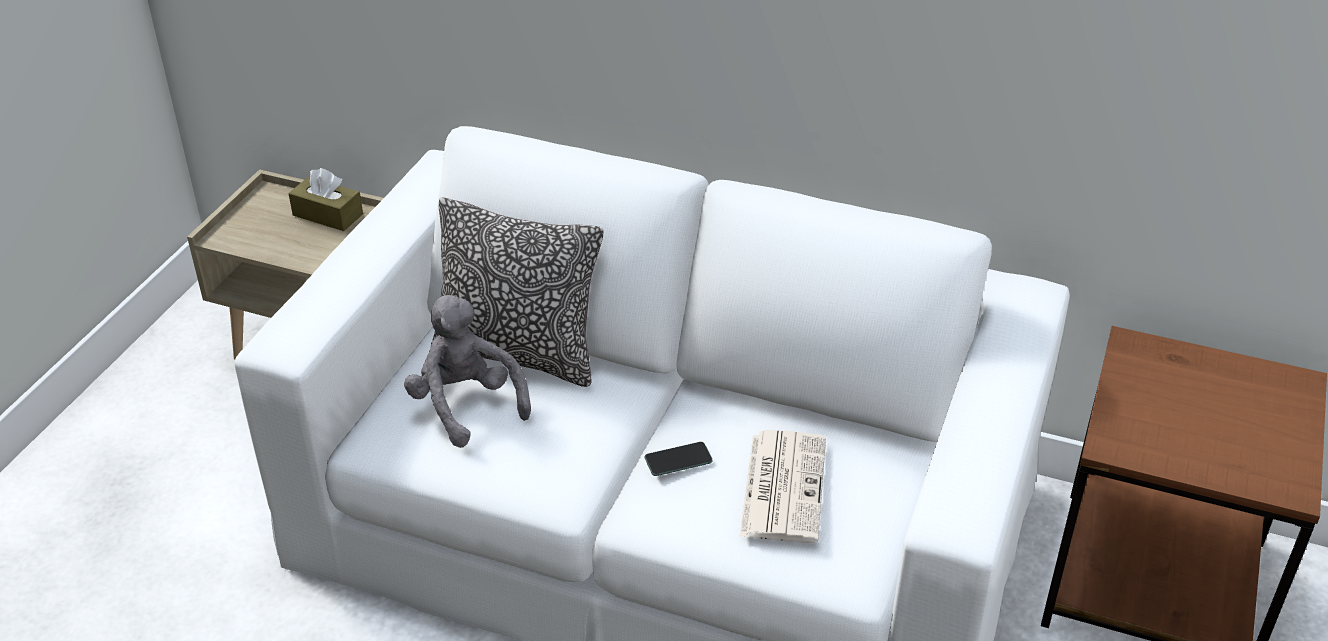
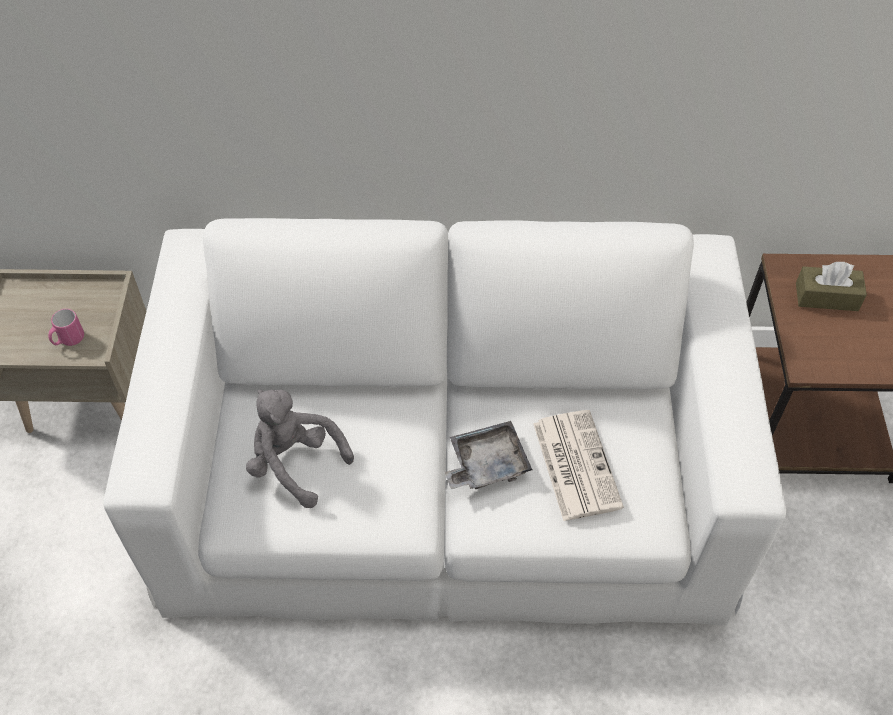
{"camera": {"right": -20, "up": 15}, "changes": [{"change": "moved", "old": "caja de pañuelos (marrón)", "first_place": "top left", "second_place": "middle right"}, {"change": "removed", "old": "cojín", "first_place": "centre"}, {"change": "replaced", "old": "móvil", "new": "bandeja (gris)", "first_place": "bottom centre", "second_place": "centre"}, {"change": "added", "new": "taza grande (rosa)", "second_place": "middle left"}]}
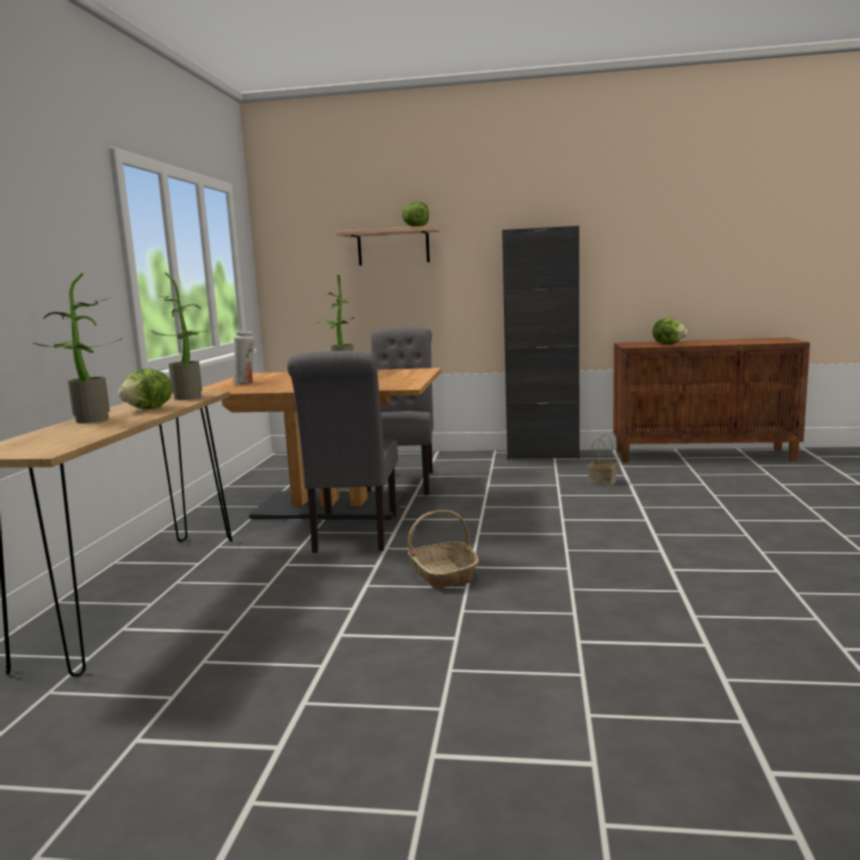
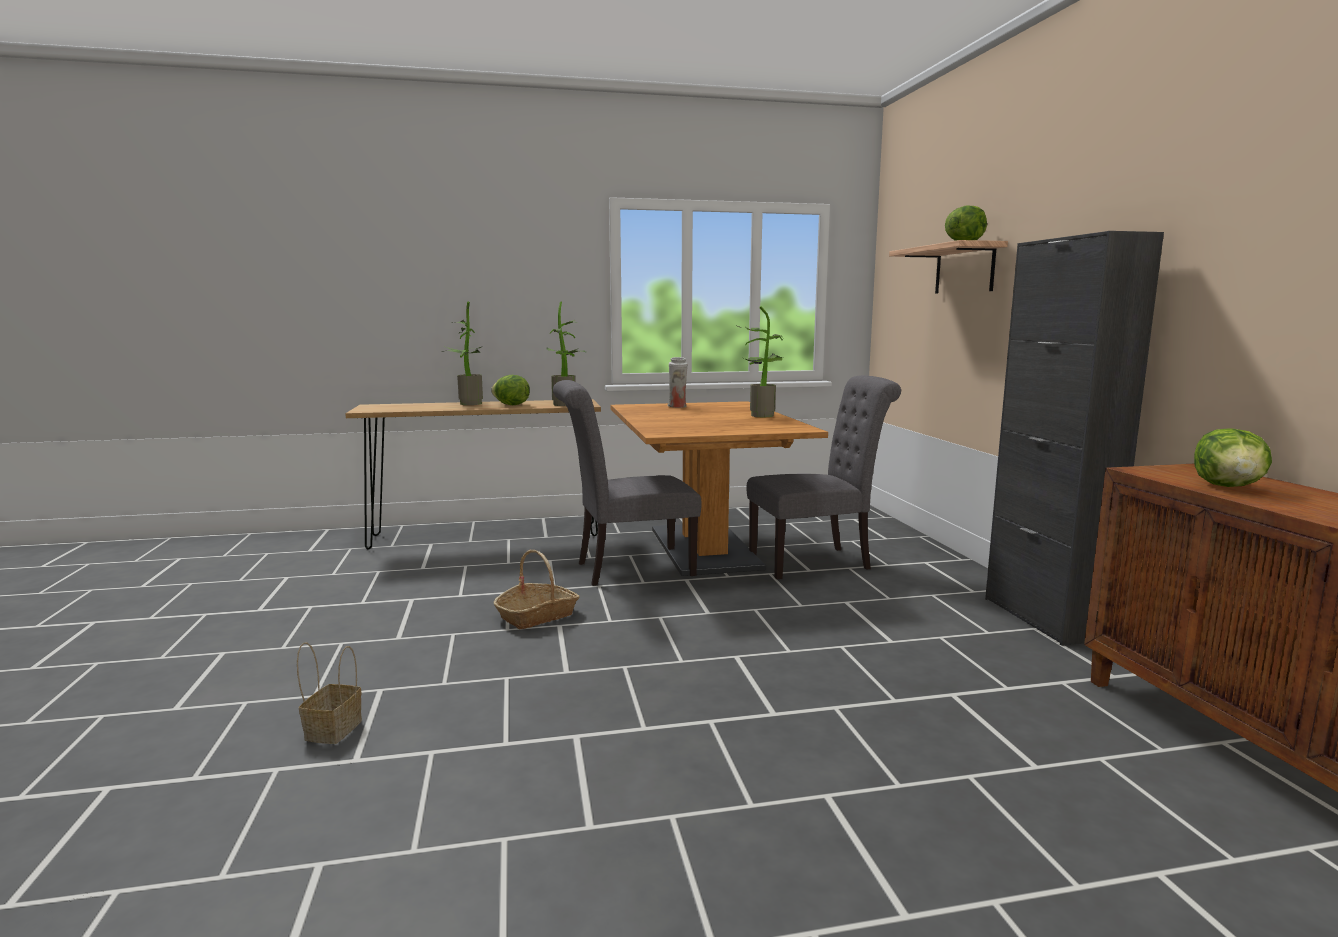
{"camera": {"right": 70, "up": 0}, "changes": [{"change": "moved", "old": "cesta (2nd from left in the first image)", "new": "cesta (1st from left)", "first_place": "middle right", "second_place": "bottom left"}]}
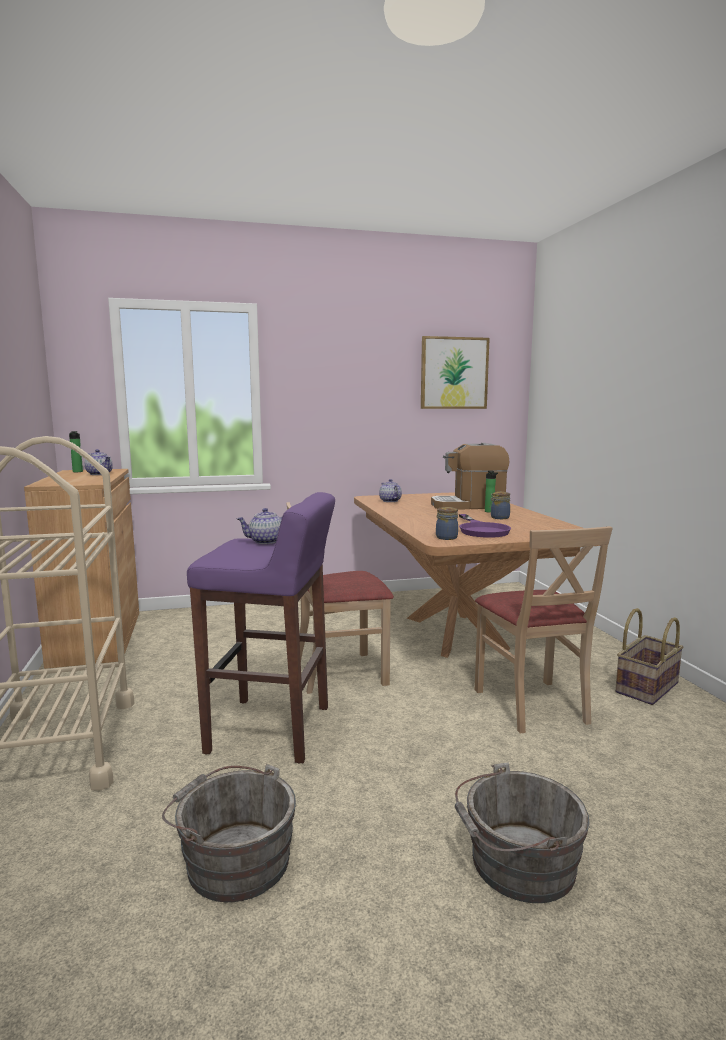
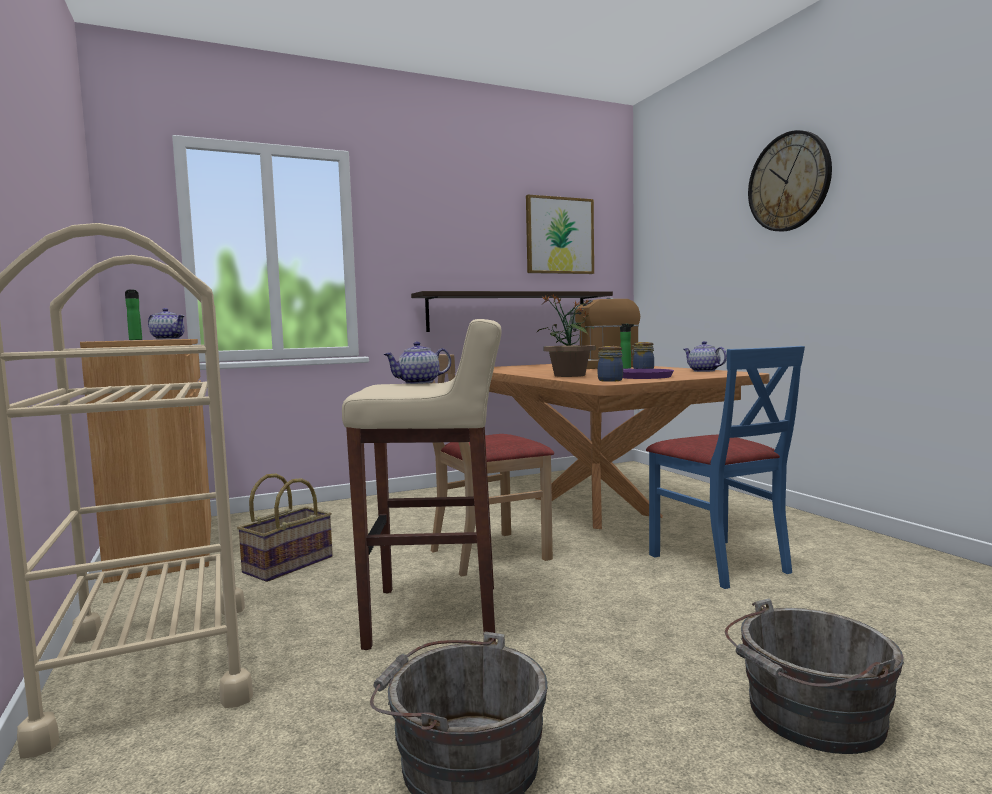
{"camera": {"right": -10, "up": -5}, "changes": [{"change": "recoloured", "old": "taburete (morado)", "new": "taburete (beis)", "first_place": "centre", "second_place": "centre"}, {"change": "moved", "old": "tetera (3rd from left)", "first_place": "centre", "second_place": "middle right"}, {"change": "recoloured", "old": "silla (beis) (2nd from left)", "new": "silla (azul)", "first_place": "middle right", "second_place": "middle right"}, {"change": "moved", "old": "cesta", "first_place": "middle right", "second_place": "middle left"}, {"change": "added", "new": "estante", "second_place": "centre"}, {"change": "added", "new": "planta en maceta", "second_place": "centre"}, {"change": "added", "new": "reloj de pared", "second_place": "top right"}]}
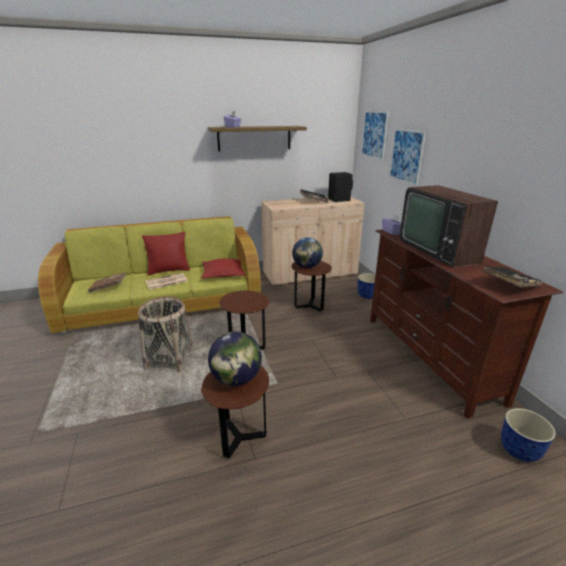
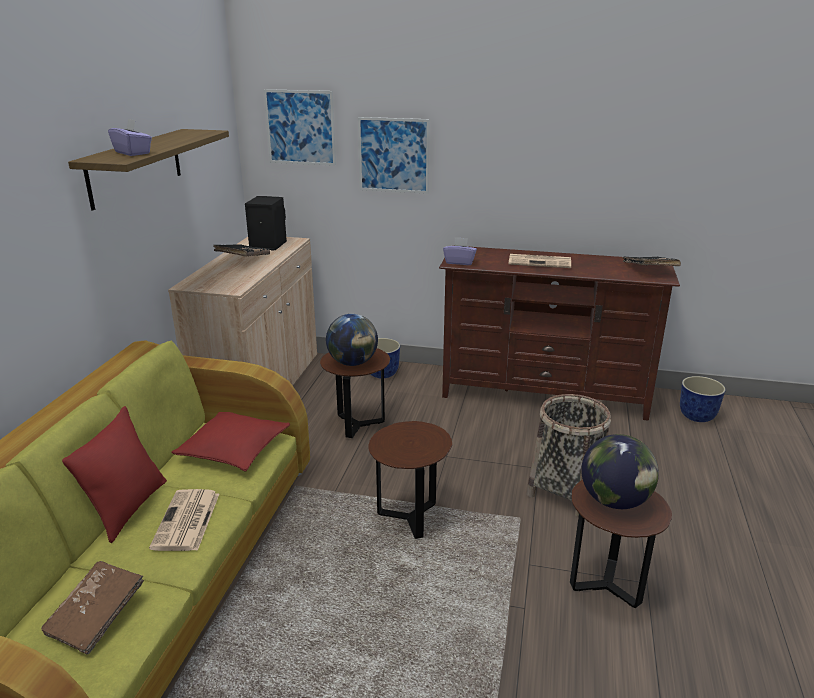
{"camera": {"right": -60, "up": 0}, "changes": [{"change": "moved", "old": "cesta", "first_place": "middle left", "second_place": "middle right"}, {"change": "replaced", "old": "televisor", "new": "periódico (2nd from left)", "first_place": "middle right", "second_place": "centre"}]}
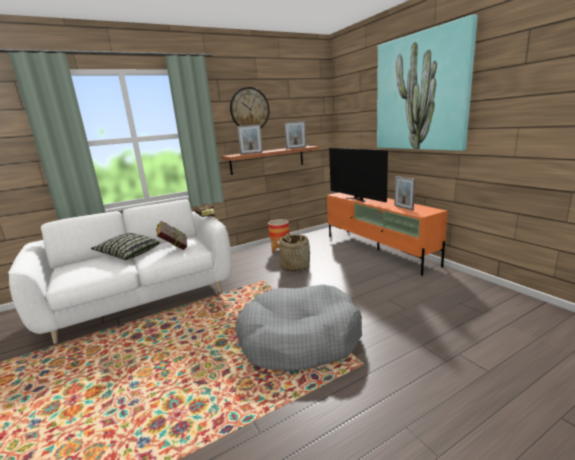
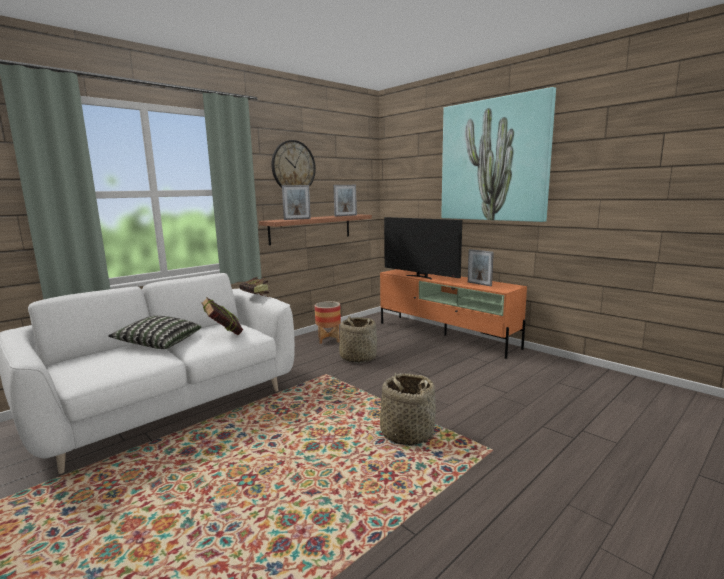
{"camera": {"right": -15, "up": -5}, "changes": [{"change": "replaced", "old": "cama para perro (gris)", "new": "cesta (2nd from left)", "first_place": "bottom centre", "second_place": "bottom centre"}]}
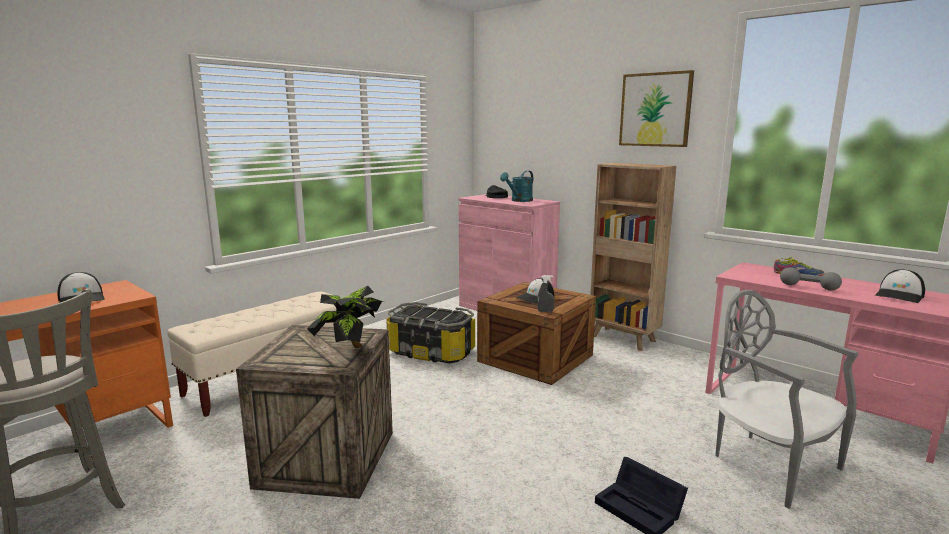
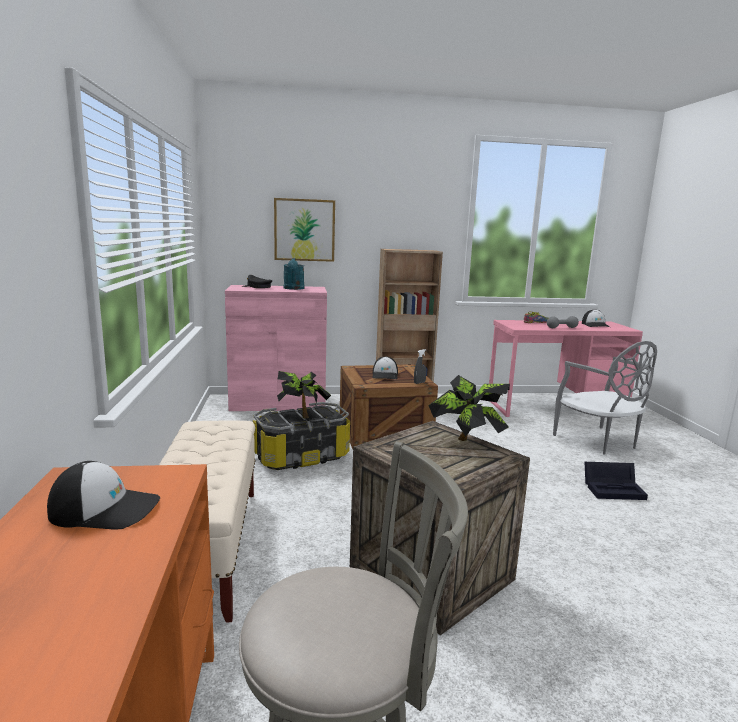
{"camera": {"right": -50, "up": 0}, "changes": [{"change": "moved", "old": "cuadro", "first_place": "top right", "second_place": "top centre"}, {"change": "turned", "old": "silla (gris)", "first_place": "bottom right", "second_place": "middle right", "degrees": -120}, {"change": "added", "new": "planta en maceta (1st from left)", "second_place": "centre"}]}
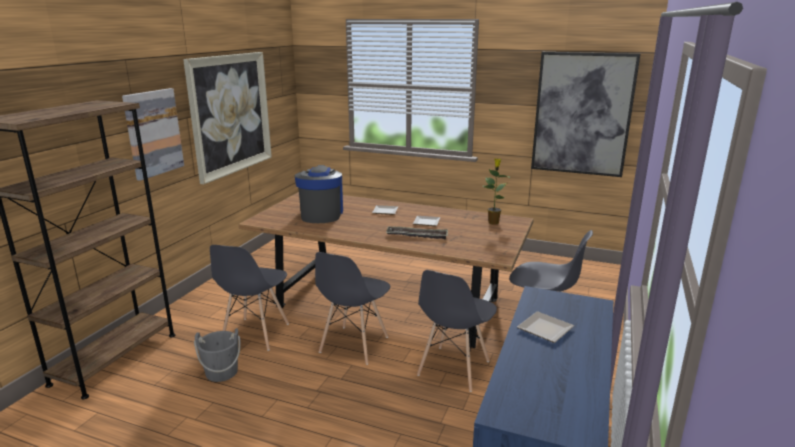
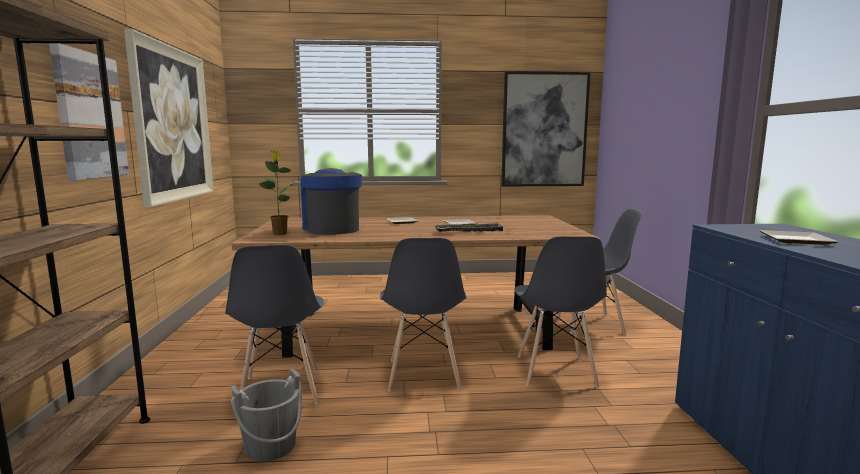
{"camera": {"right": -25, "up": -10}, "changes": [{"change": "moved", "old": "planta en maceta", "first_place": "centre", "second_place": "middle left"}]}
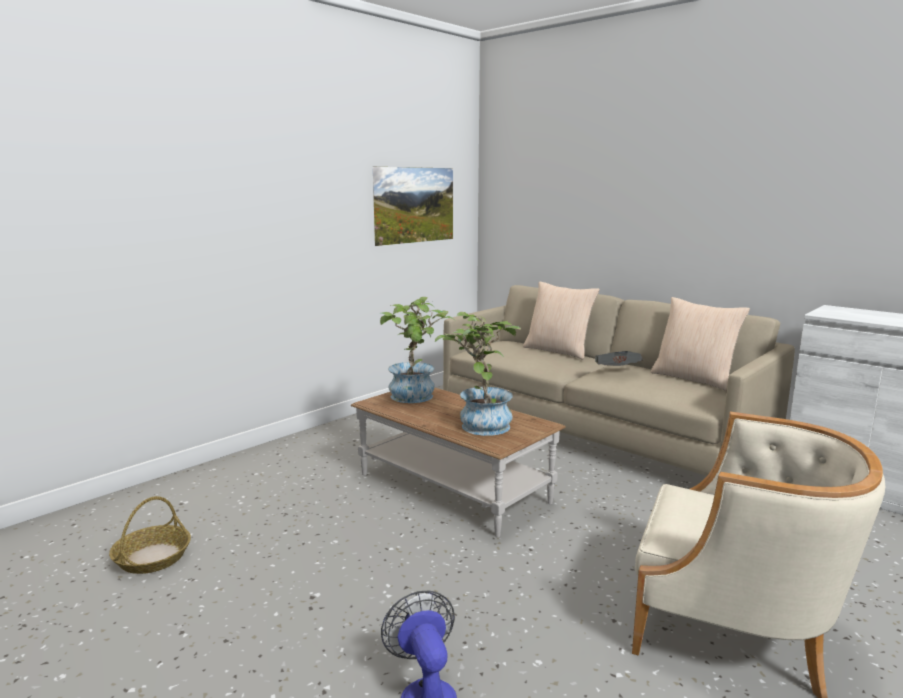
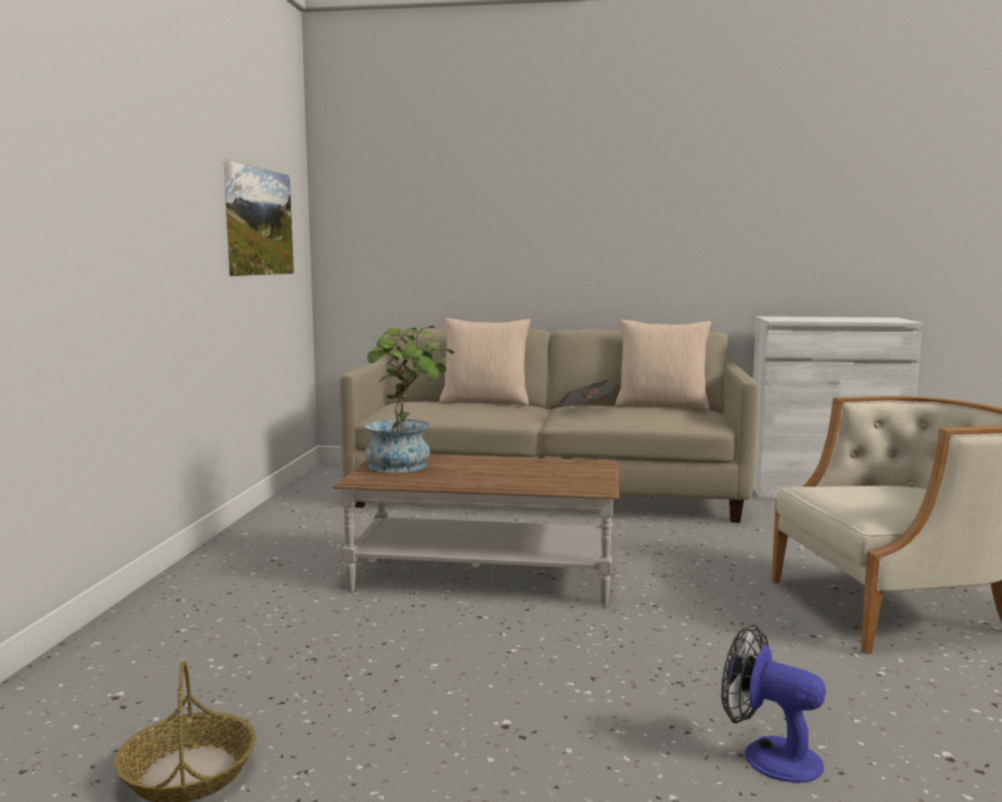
{"camera": {"right": -35, "up": -5}, "changes": [{"change": "removed", "old": "planta en maceta (2nd from left)", "first_place": "centre"}]}
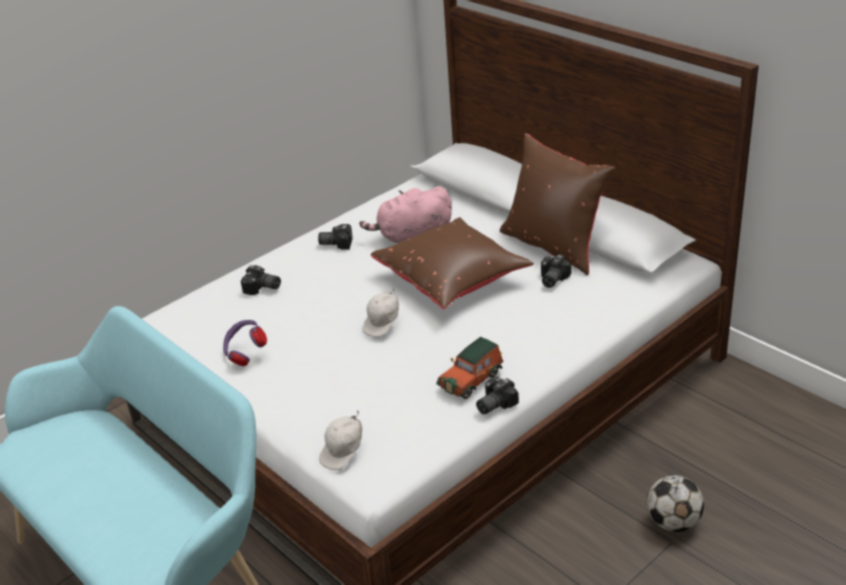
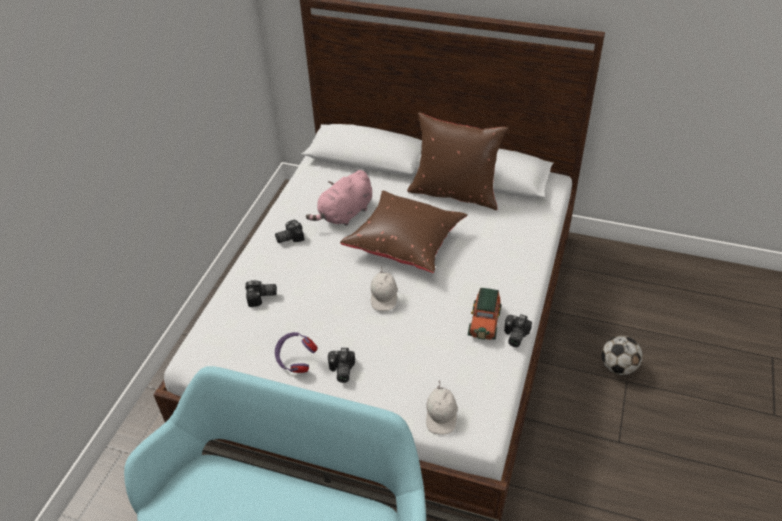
{"camera": {"right": -30, "up": 10}, "changes": [{"change": "moved", "old": "cámara (4th from left in the first image)", "new": "cámara (3rd from left)", "first_place": "centre", "second_place": "bottom centre"}]}
